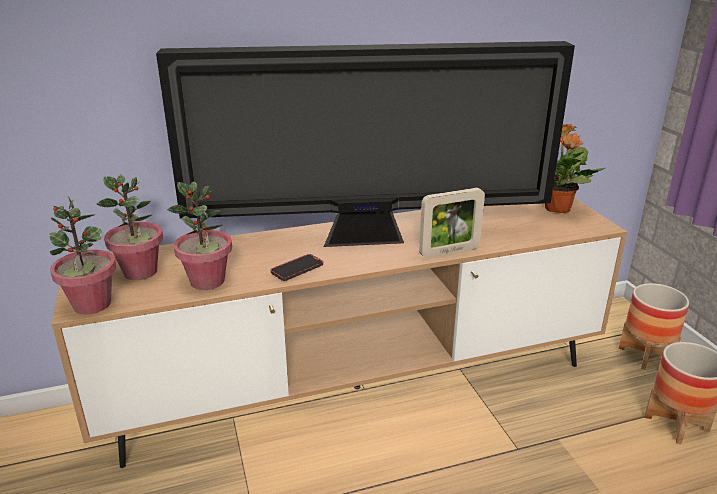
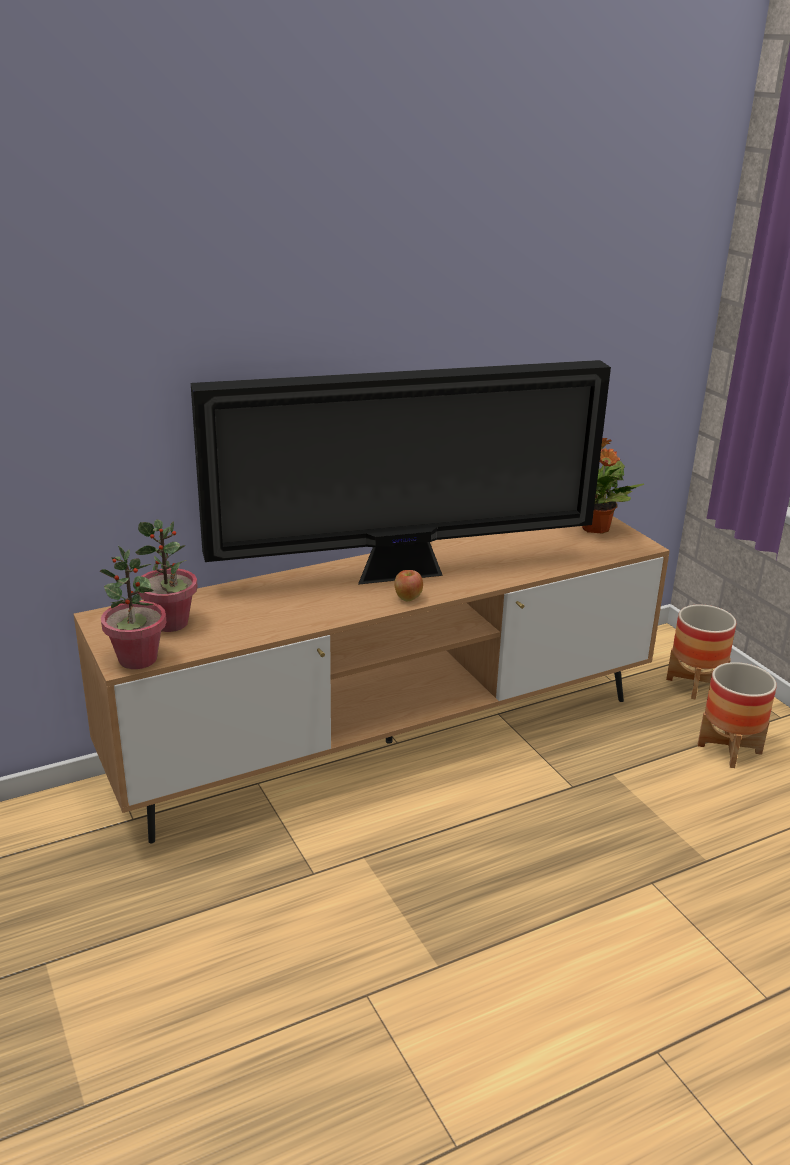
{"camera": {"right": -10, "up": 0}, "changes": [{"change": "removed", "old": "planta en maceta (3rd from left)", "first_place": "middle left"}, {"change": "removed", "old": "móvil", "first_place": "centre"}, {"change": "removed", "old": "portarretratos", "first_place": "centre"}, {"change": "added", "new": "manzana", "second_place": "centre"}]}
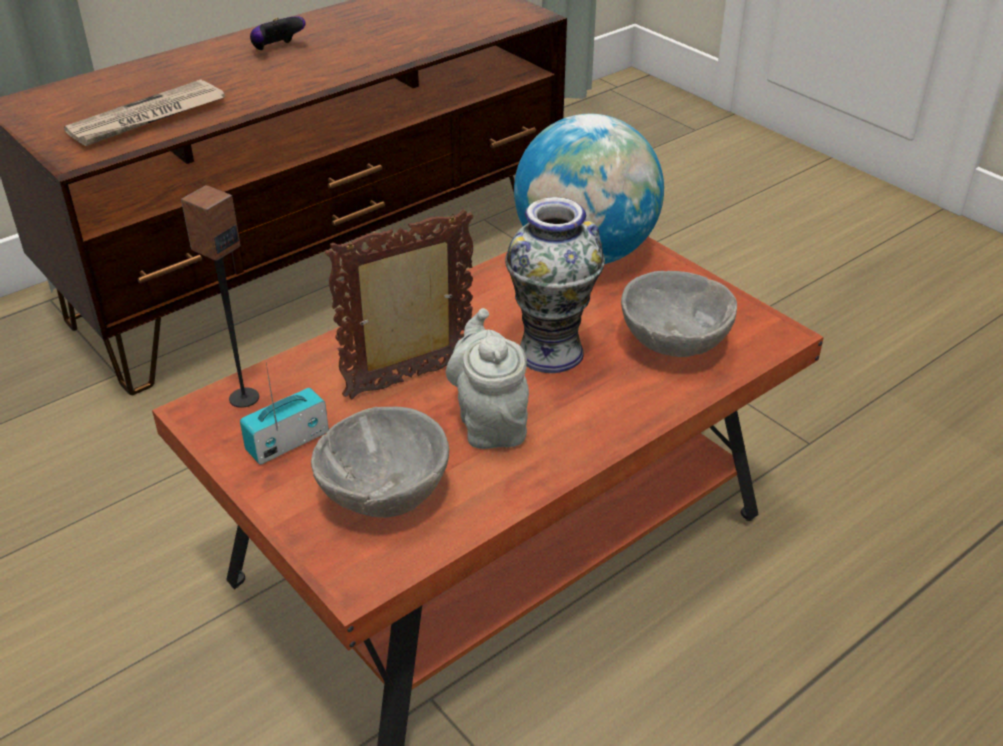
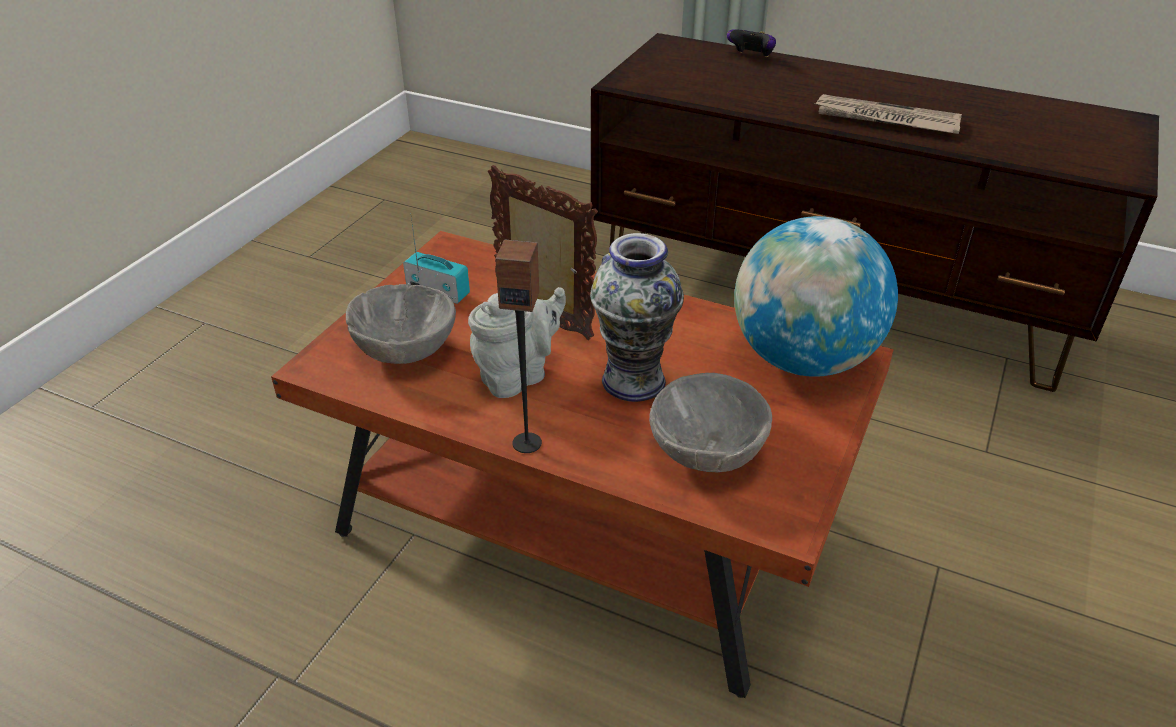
{"camera": {"right": 65, "up": 0}, "changes": [{"change": "moved", "old": "periódico", "first_place": "top left", "second_place": "top right"}, {"change": "moved", "old": "altavoz", "first_place": "middle left", "second_place": "centre"}, {"change": "moved", "old": "mando de consola", "first_place": "top left", "second_place": "top centre"}]}
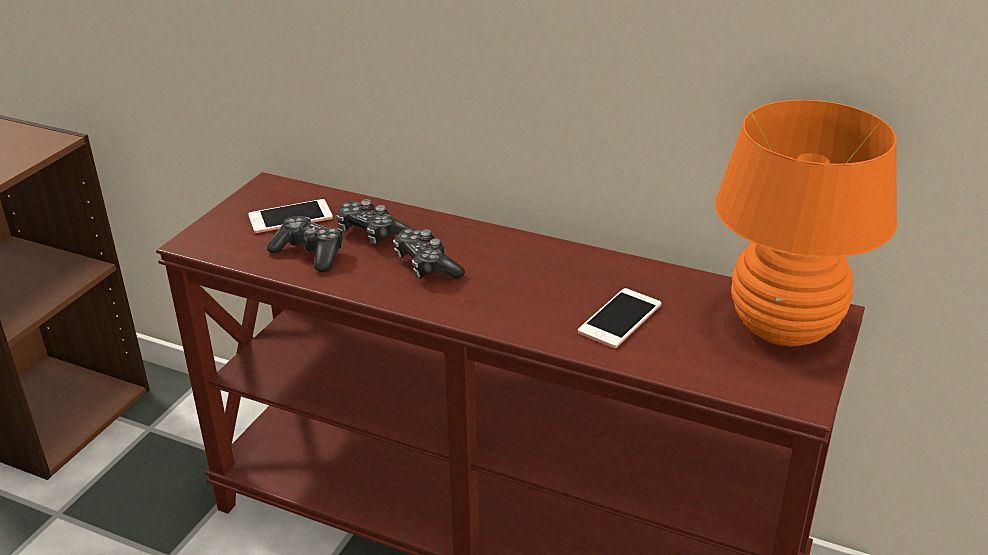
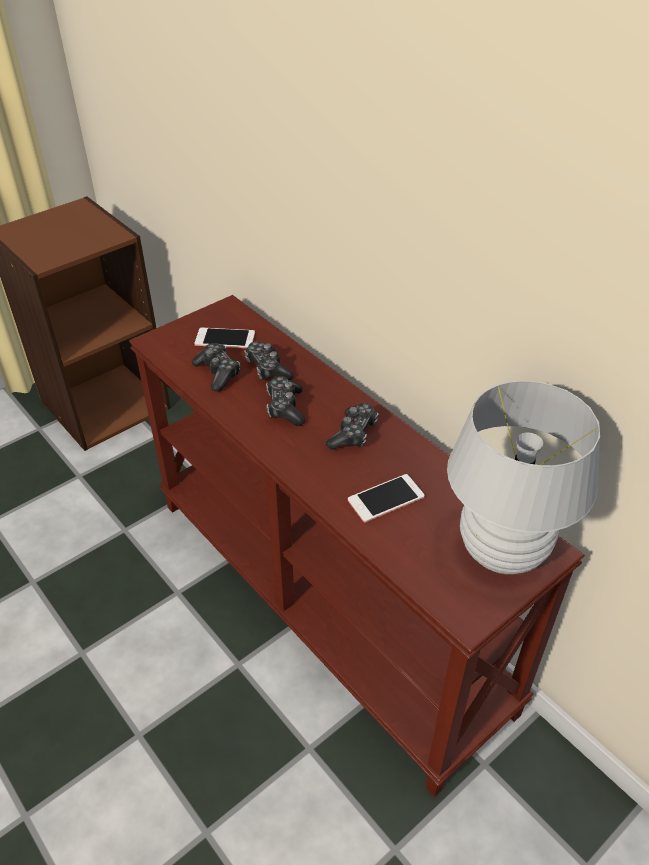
{"camera": {"right": 25, "up": 10}, "changes": [{"change": "recoloured", "old": "lámpara de mesa (naranja)", "new": "lámpara de mesa (blanco)", "first_place": "middle right", "second_place": "middle right"}, {"change": "added", "new": "mando de consola (4th from left)", "second_place": "centre"}]}
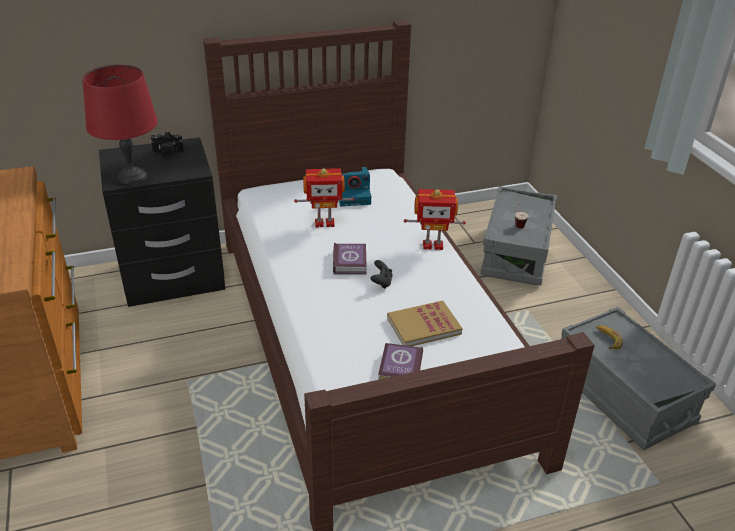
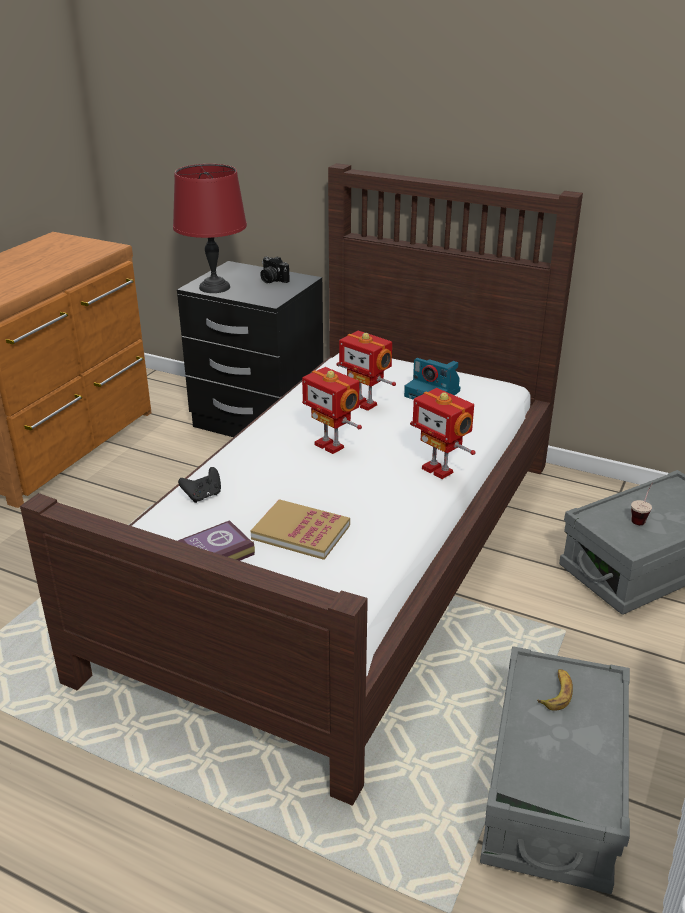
{"camera": {"right": 45, "up": -5}, "changes": [{"change": "replaced", "old": "libro (1st from left)", "new": "robot de juguete (1st from left)", "first_place": "centre", "second_place": "centre"}, {"change": "moved", "old": "mando de consola (negro)", "first_place": "centre", "second_place": "middle left"}]}
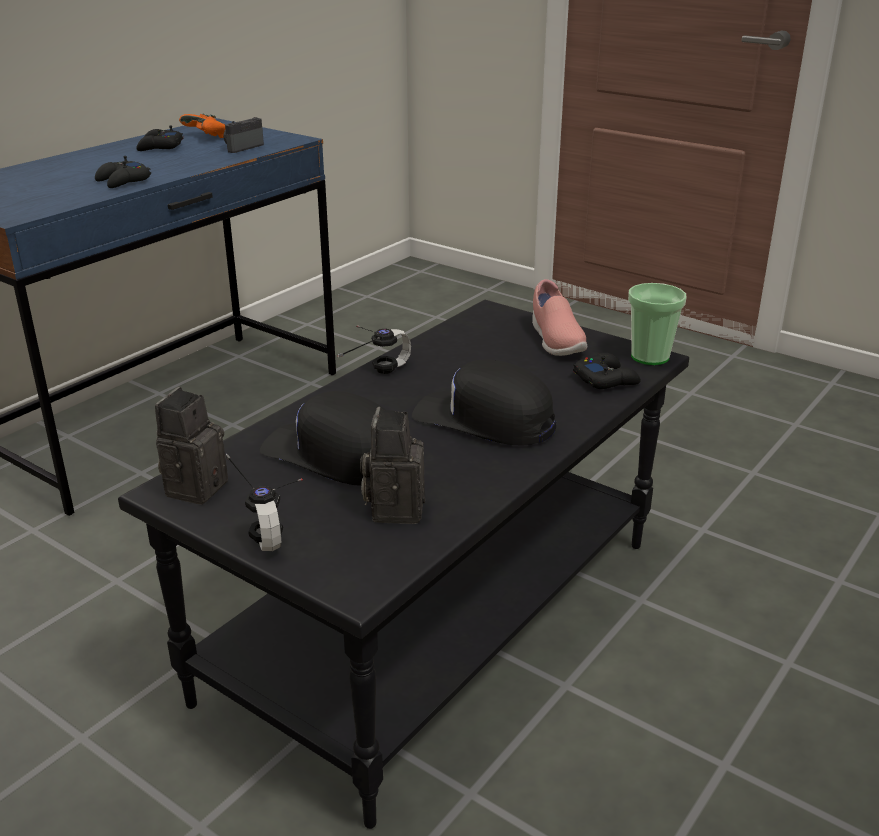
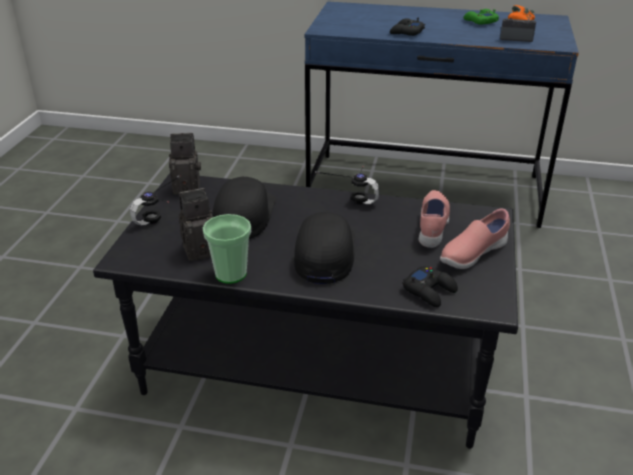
{"camera": {"right": 65, "up": 5}, "changes": [{"change": "recoloured", "old": "mando de consola (negro) (2nd from left)", "new": "mando de consola (verde)", "first_place": "top left", "second_place": "top right"}, {"change": "moved", "old": "taza", "first_place": "middle right", "second_place": "centre"}, {"change": "added", "new": "zapato (rosa) (1st from left)", "second_place": "middle right"}]}
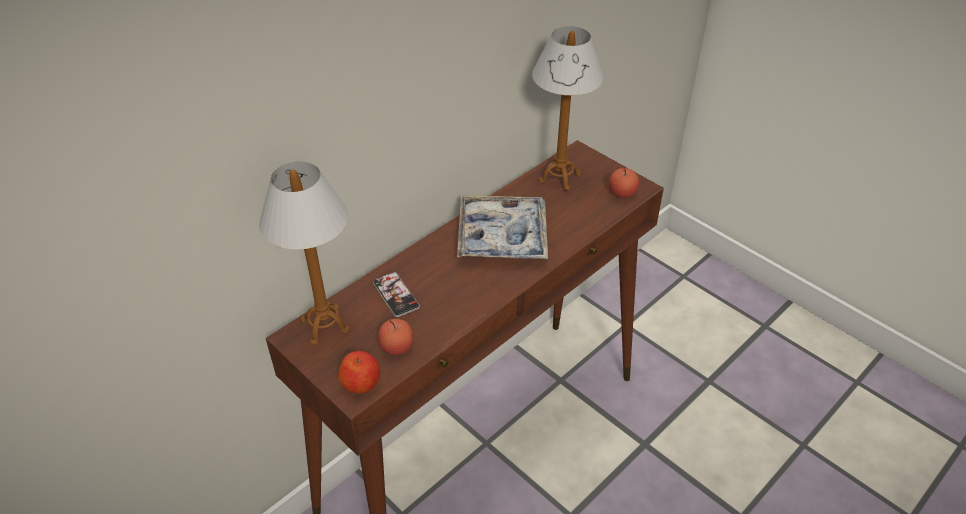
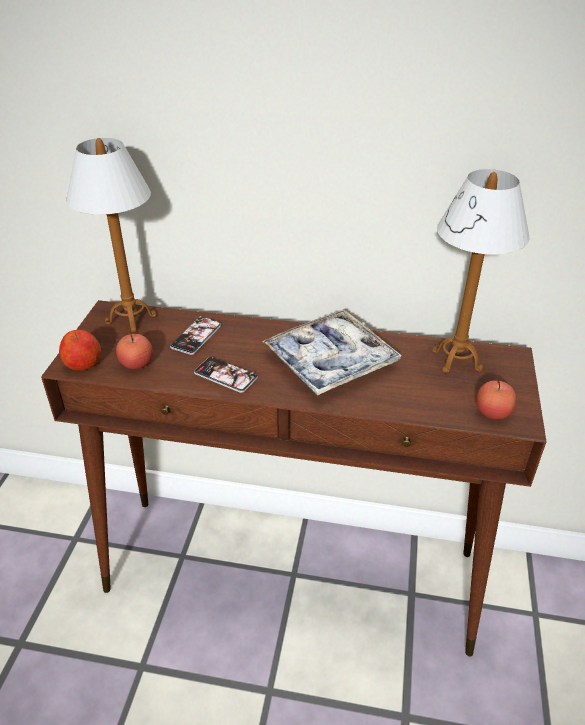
{"camera": {"right": 55, "up": -5}, "changes": [{"change": "added", "new": "móvil (2nd from left)", "second_place": "centre"}]}
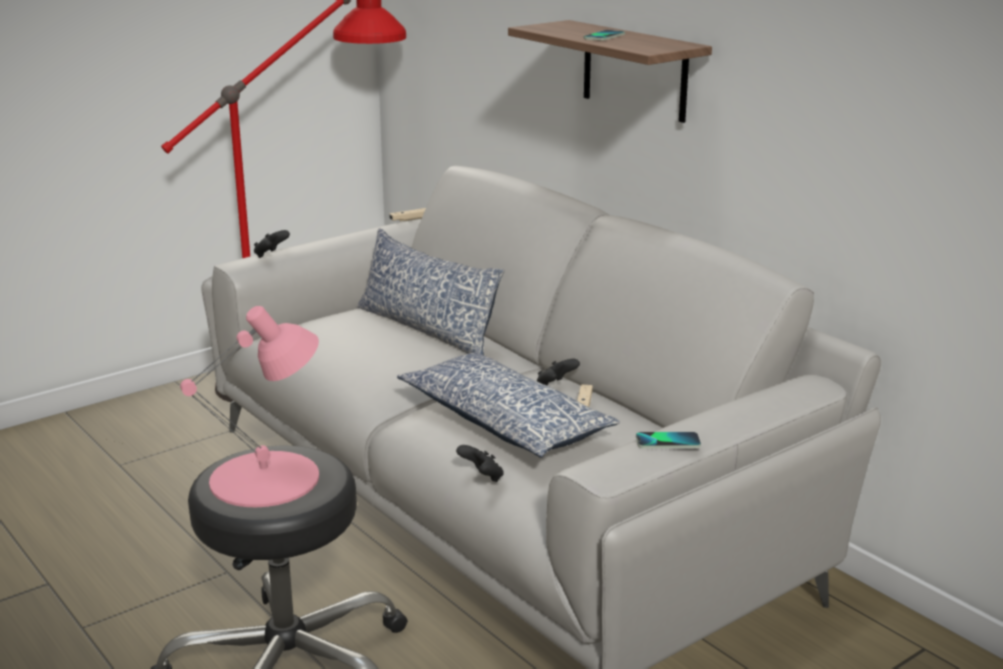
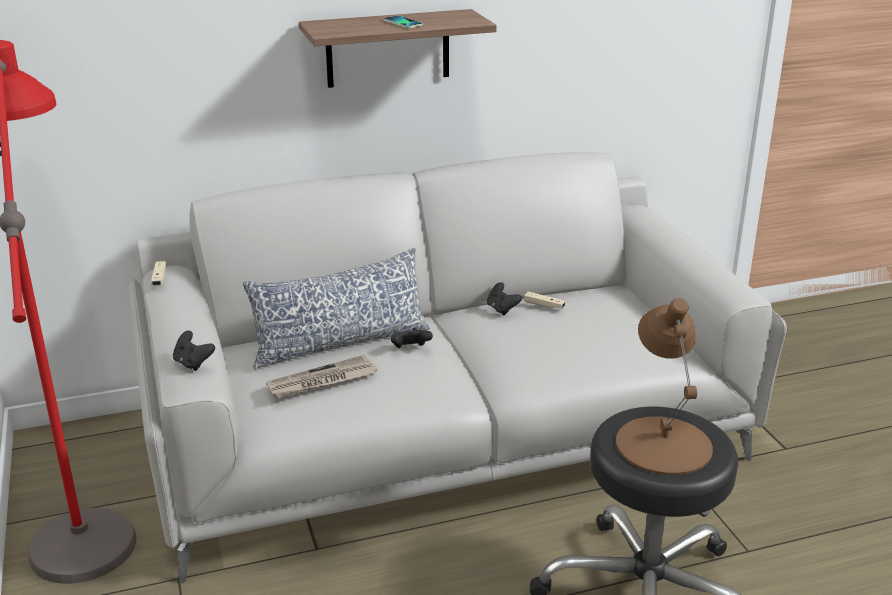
{"camera": {"right": -70, "up": 5}, "changes": [{"change": "recoloured", "old": "lámpara de mesa (rosa)", "new": "lámpara de mesa (marrón)", "first_place": "middle left", "second_place": "middle right"}, {"change": "removed", "old": "cojín (2nd from left)", "first_place": "centre"}, {"change": "moved", "old": "mando de consola (negro) (2nd from left)", "first_place": "bottom centre", "second_place": "centre"}, {"change": "removed", "old": "móvil (2nd from left)", "first_place": "centre"}, {"change": "added", "new": "periódico", "second_place": "centre"}]}
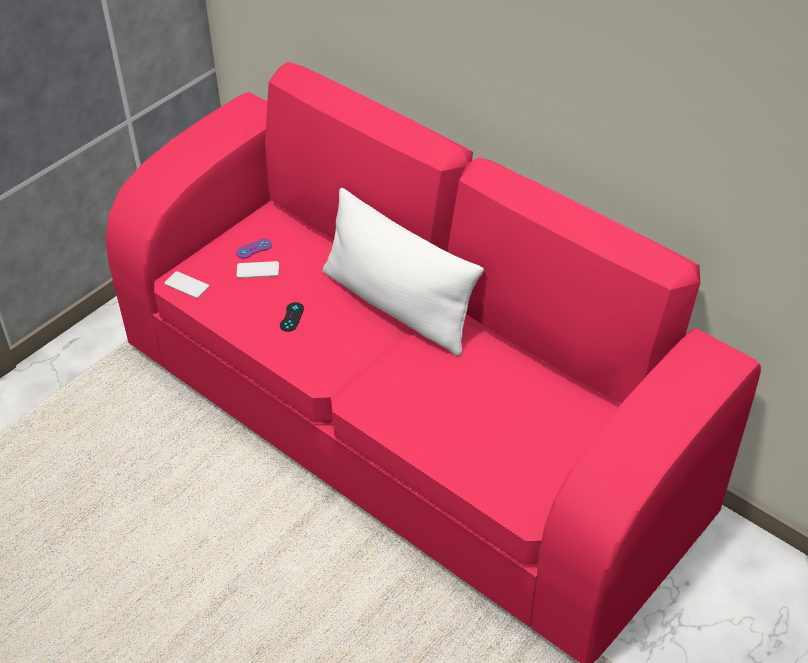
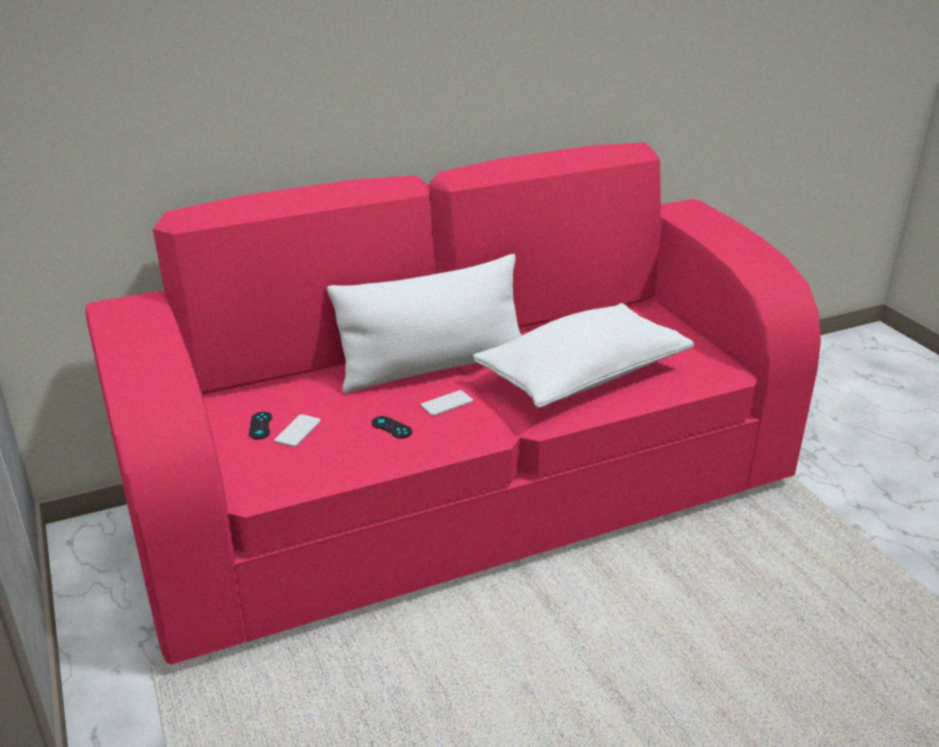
{"camera": {"right": -65, "up": -15}, "changes": [{"change": "moved", "old": "móvil (1st from left in the first image)", "new": "móvil (2nd from left)", "first_place": "middle left", "second_place": "centre"}, {"change": "recoloured", "old": "mando de consola (morado)", "new": "mando de consola (negro) (1st from left)", "first_place": "middle left", "second_place": "middle left"}, {"change": "added", "new": "cojín (blanco) (2nd from left)", "second_place": "centre"}]}
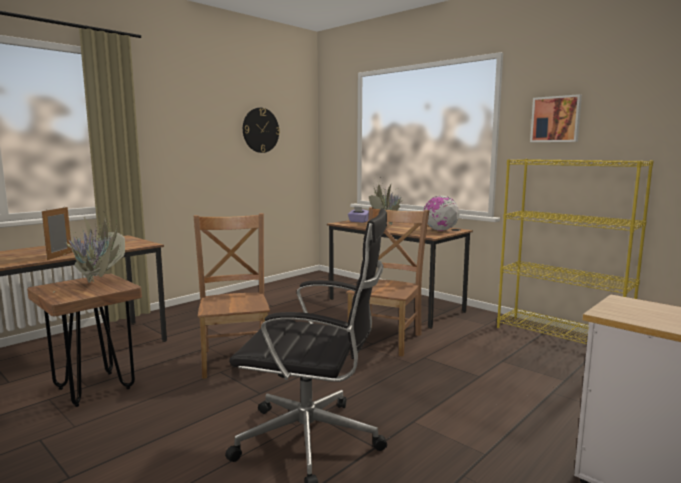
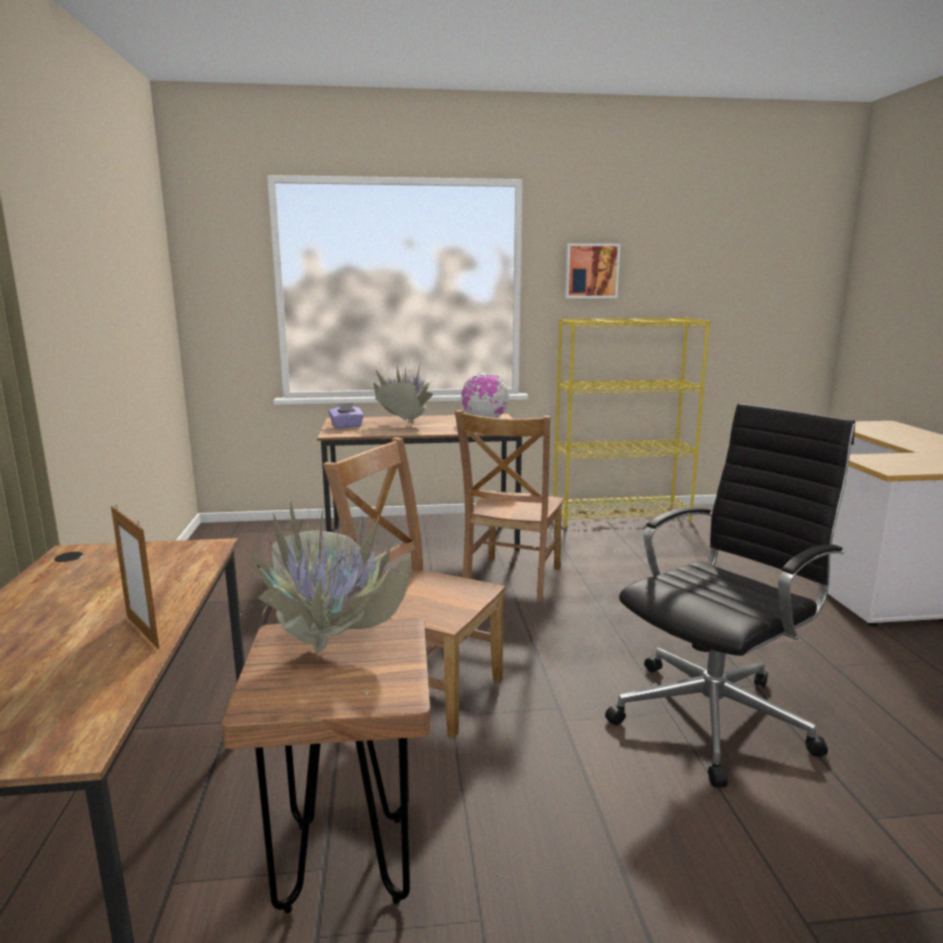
{"camera": {"right": -50, "up": 5}, "changes": [{"change": "removed", "old": "reloj de pared", "first_place": "top centre"}, {"change": "turned", "old": "silla (marrón) (2nd from left)", "first_place": "centre", "second_place": "centre", "degrees": -135}]}
